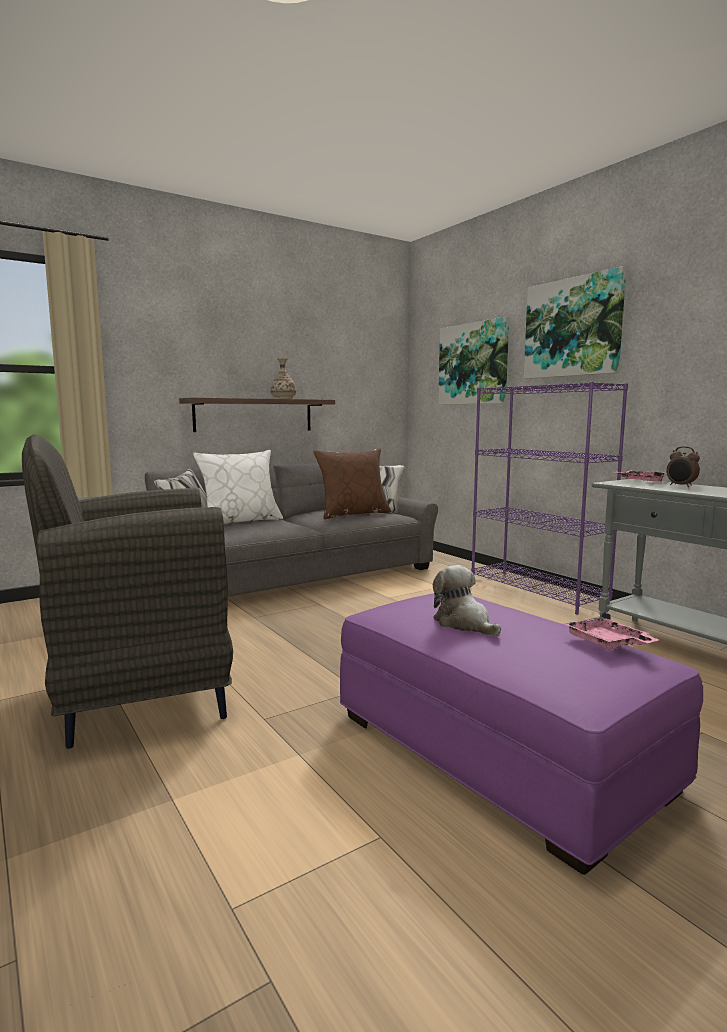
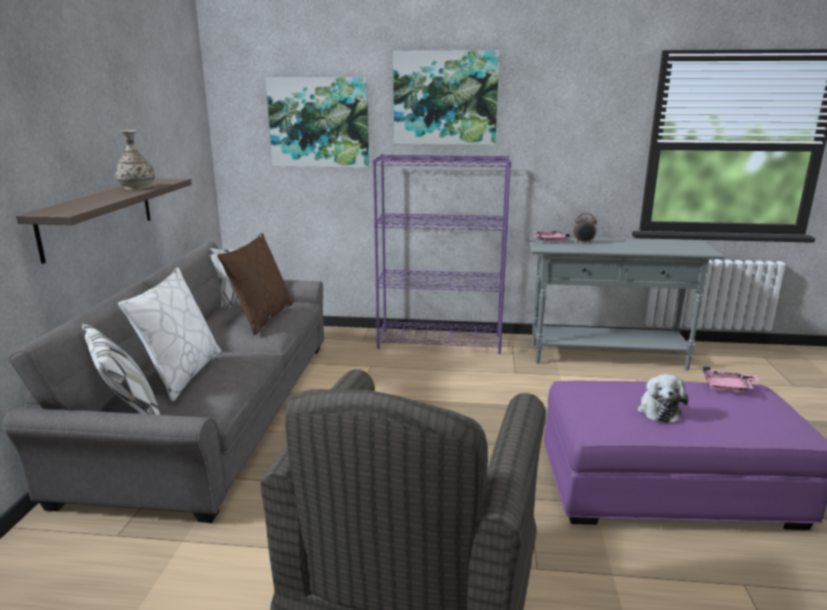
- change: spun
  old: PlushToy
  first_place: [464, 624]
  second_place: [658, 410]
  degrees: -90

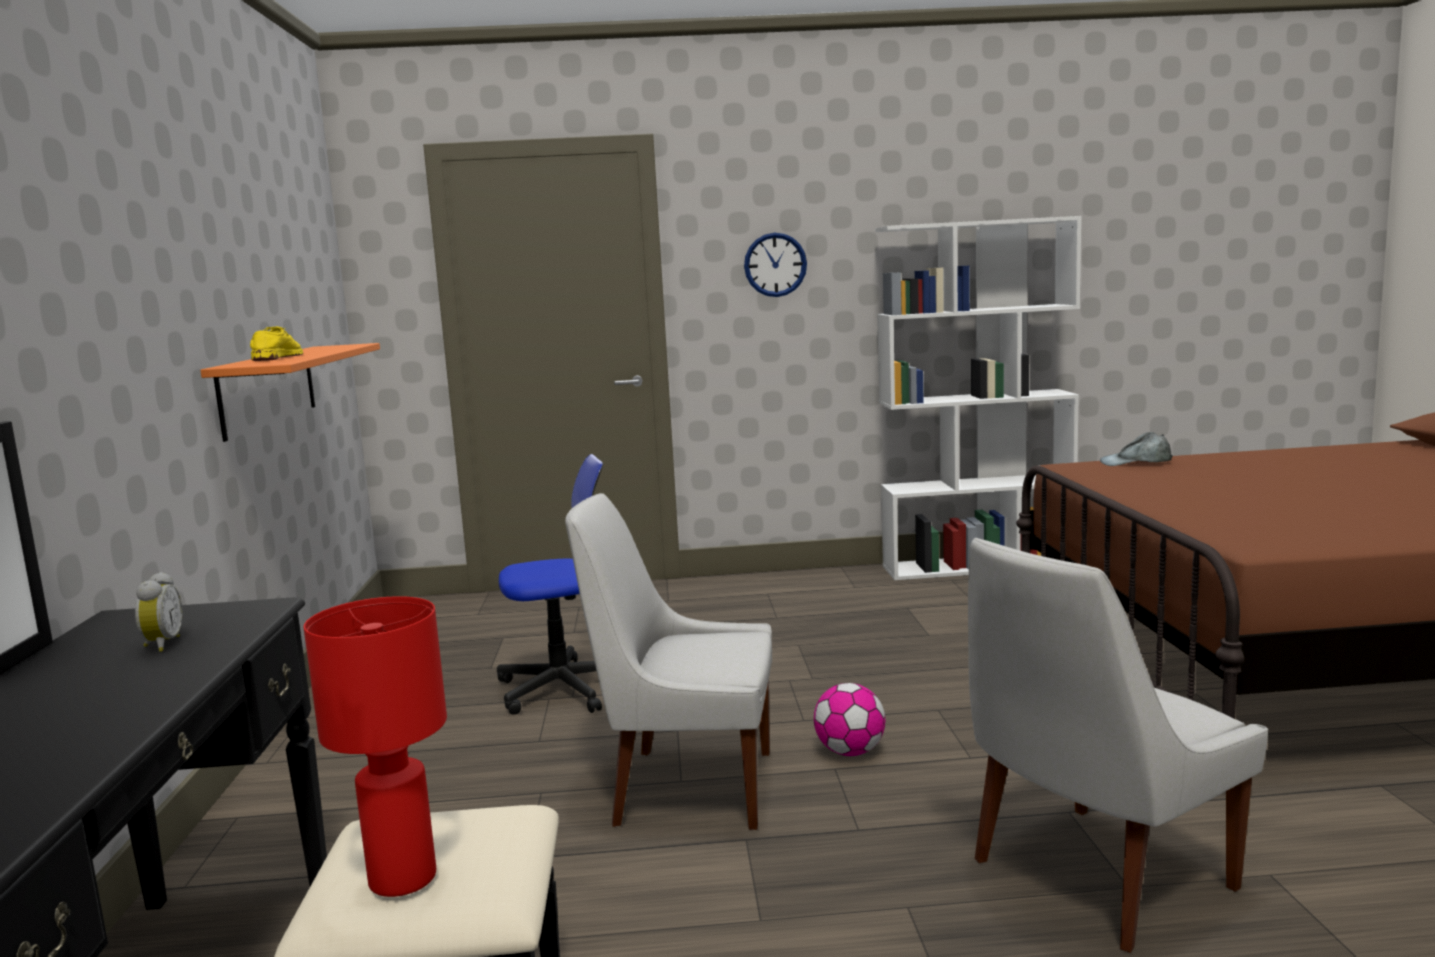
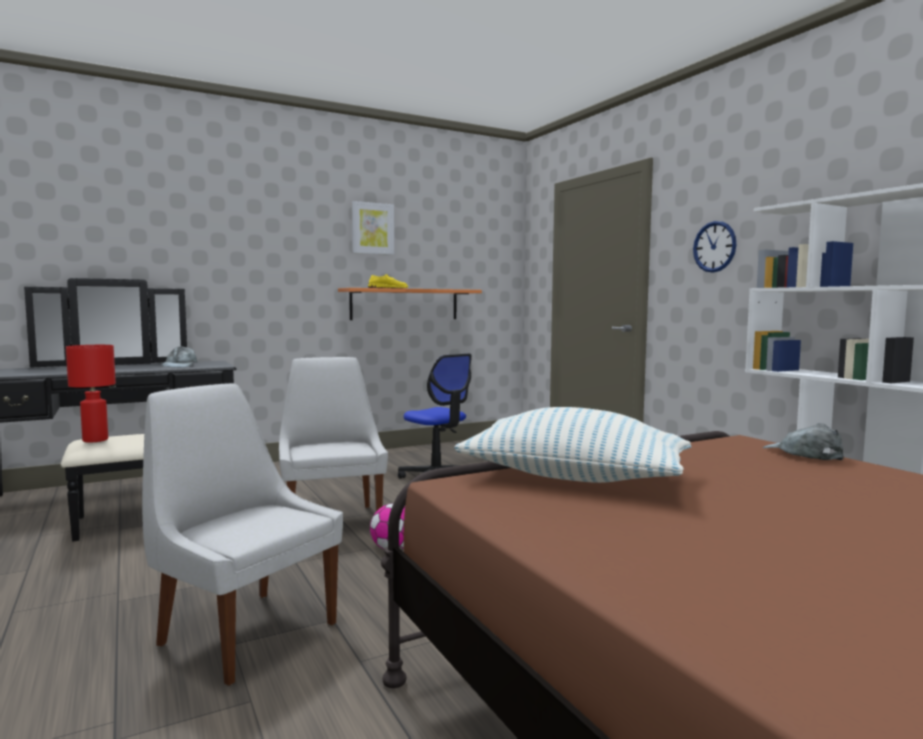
- change: appeared
  new: Picture
  second_place: [372, 228]
- change: appeared
  new: Pillow
  second_place: [573, 477]
- change: exchanged
  old: TableClock
  new: GrayPeakedCap
  first_place: [160, 645]
  second_place: [180, 365]

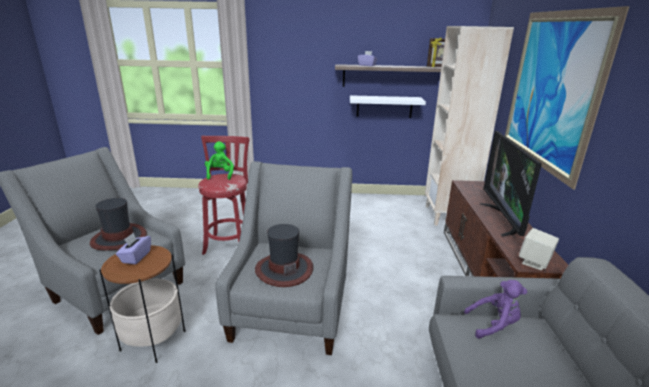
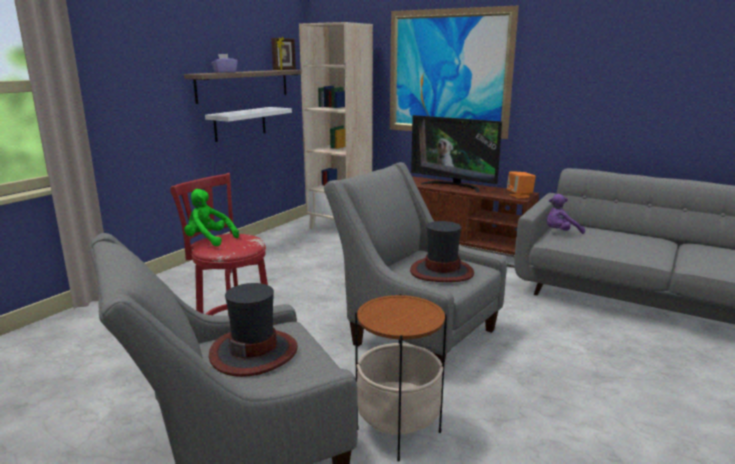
- change: missing
  old: PurplishTissueHolder
  first_place: [136, 257]
- change: colour
  old: SandColouredAudioSpeaker
  new: OrangeColouredAudioSpeaker
  first_place: [534, 263]
  second_place: [520, 196]
- change: spun
  old: PurplishPlushToy
  first_place: [494, 325]
  second_place: [560, 232]
  degrees: -135

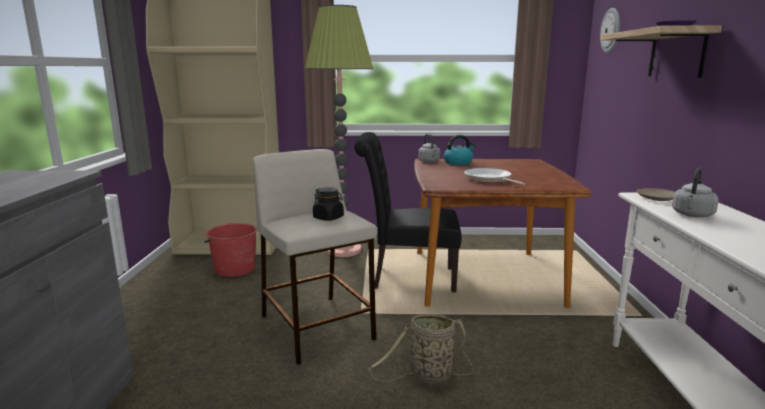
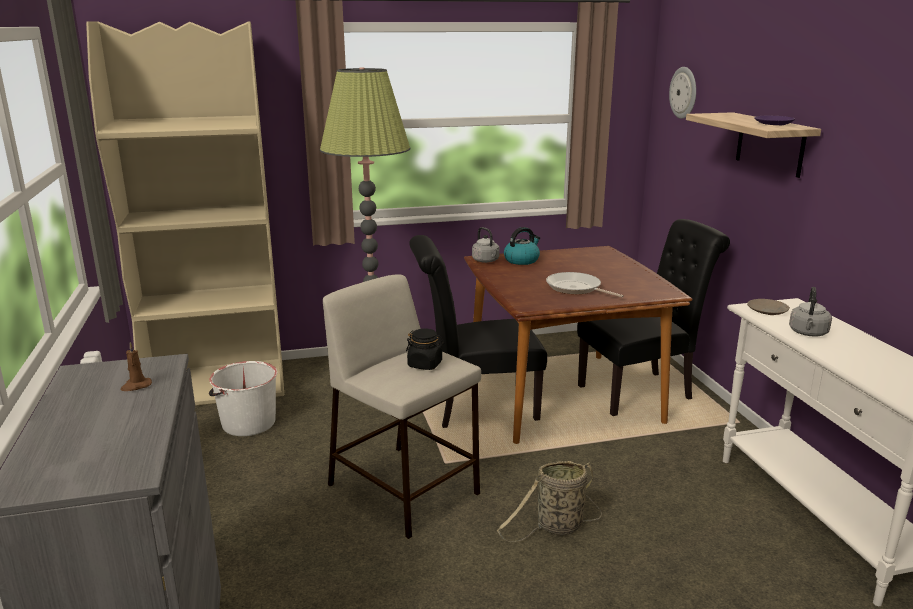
- change: appeared
  new: BrownColouredWaxLight
  second_place: [136, 386]
- change: appeared
  new: BlackColouredUprightChair
  second_place: [641, 392]
- change: colour
  old: RedColouredPail
  new: WhiteColouredPail
  first_place: [234, 269]
  second_place: [248, 423]

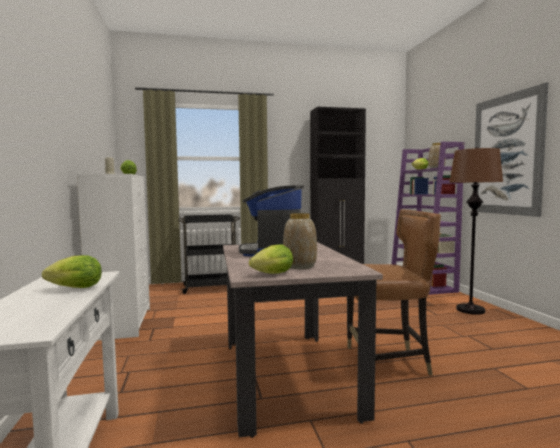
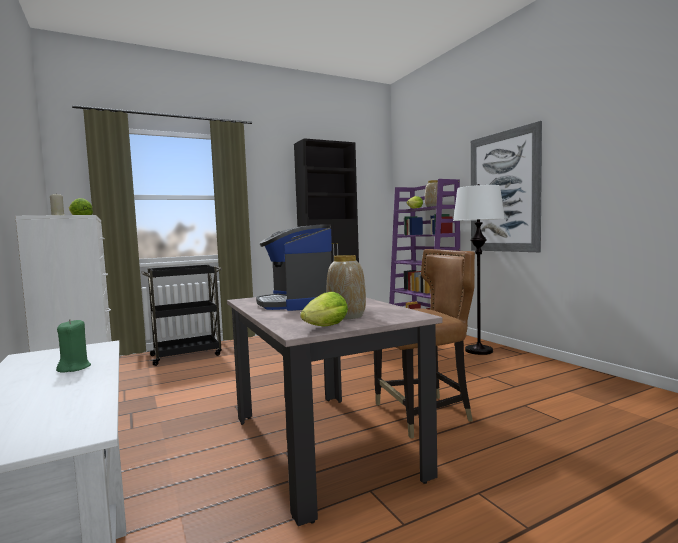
- change: exchanged
  old: LettuceHead
  new: GreenColouredWaxLight
  first_place: [72, 288]
  second_place: [74, 368]
- change: colour
  old: BrownColouredStandingLamp
  new: WhiteColouredStandingLamp
  first_place: [470, 310]
  second_place: [479, 350]

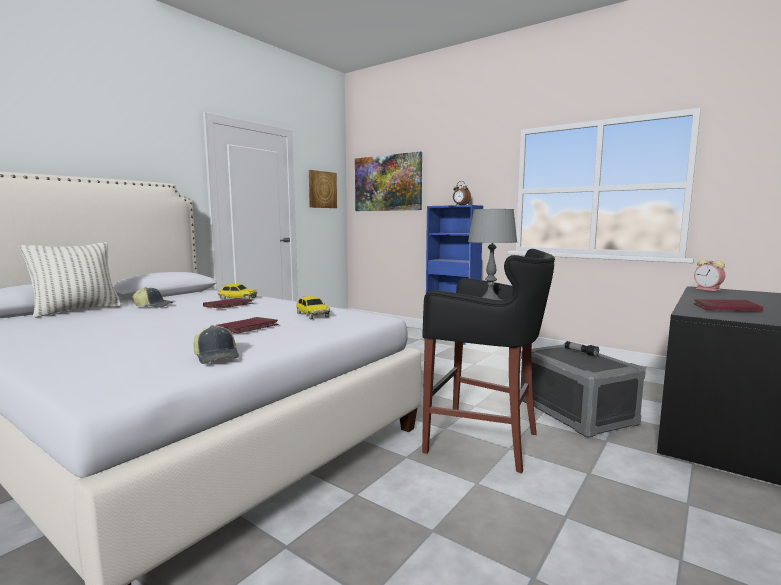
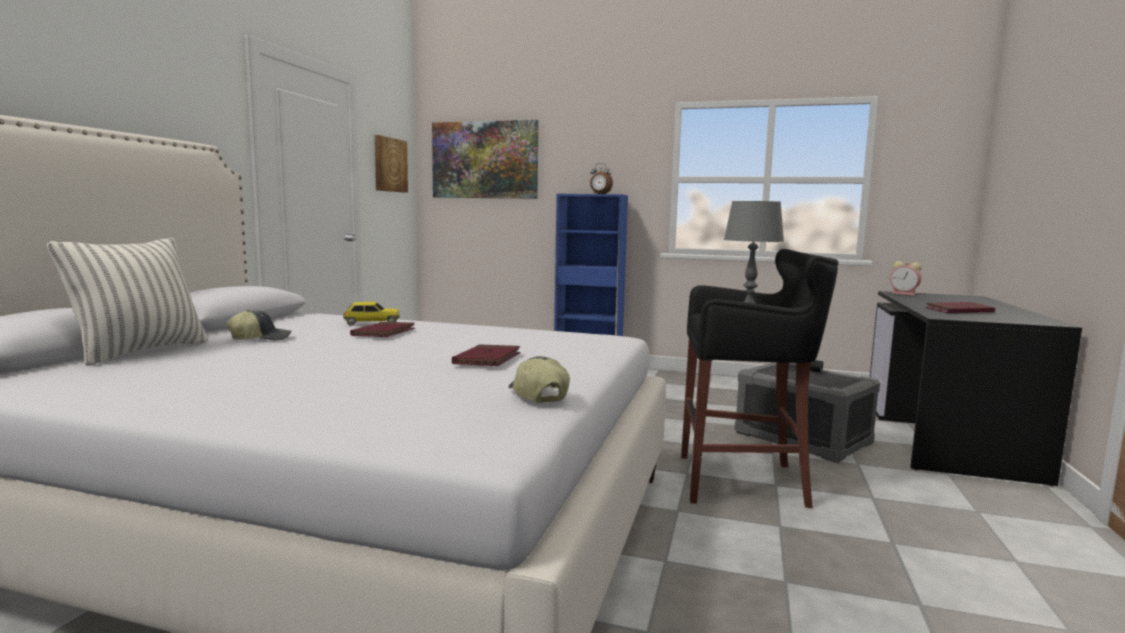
- change: missing
  old: ToyCar
  first_place: [312, 315]
- change: spun
  old: PeakedCap
  first_place: [217, 356]
  second_place: [537, 395]
  degrees: -150

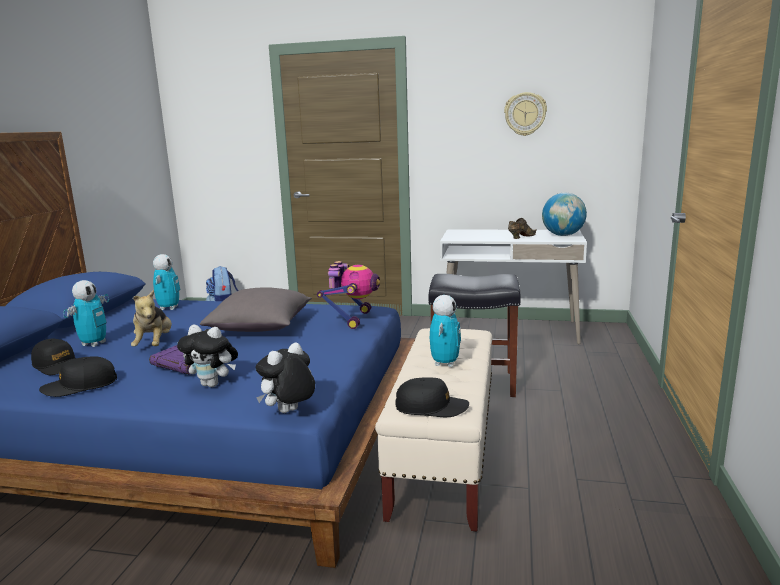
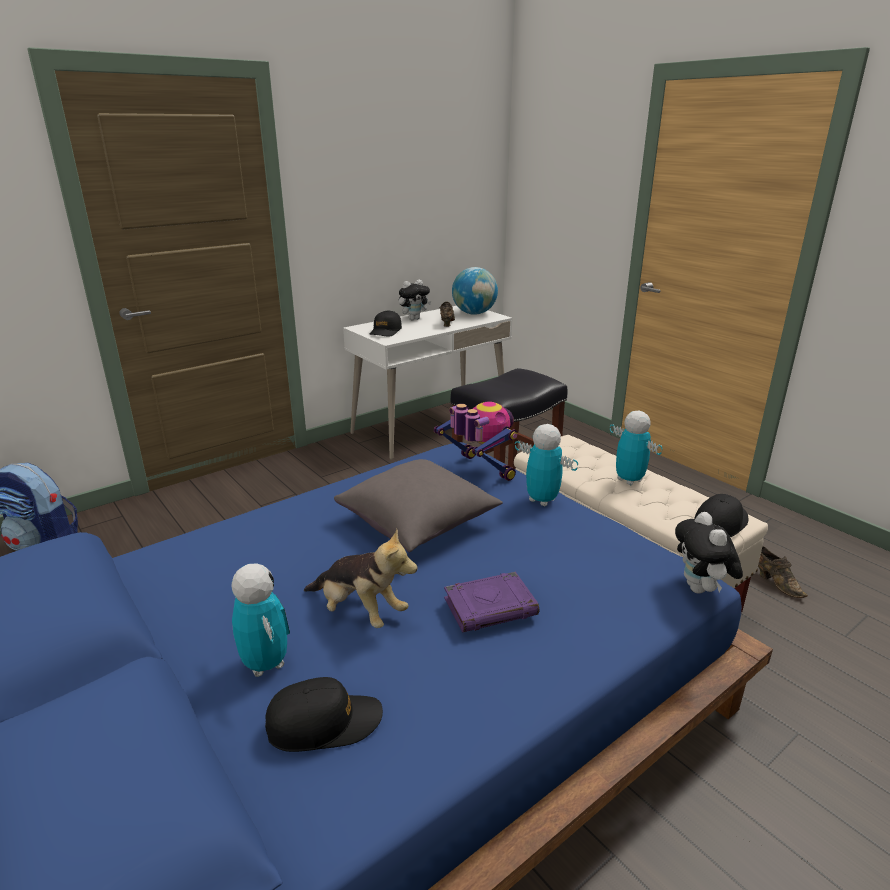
- change: missing
  old: WallClock
  first_place: [525, 114]
- change: appeared
  new: BrownColouredItemOfFootwear
  second_place: [775, 582]
- change: relocated
  old: BlackColouredPeakedCap
  first_place: [80, 386]
  second_place: [385, 331]
- change: relocated
  old: ModelRobot
  first_place: [169, 308]
  second_place: [542, 500]
- change: relocated
  old: PlushToy
  first_place: [213, 384]
  second_place: [414, 319]

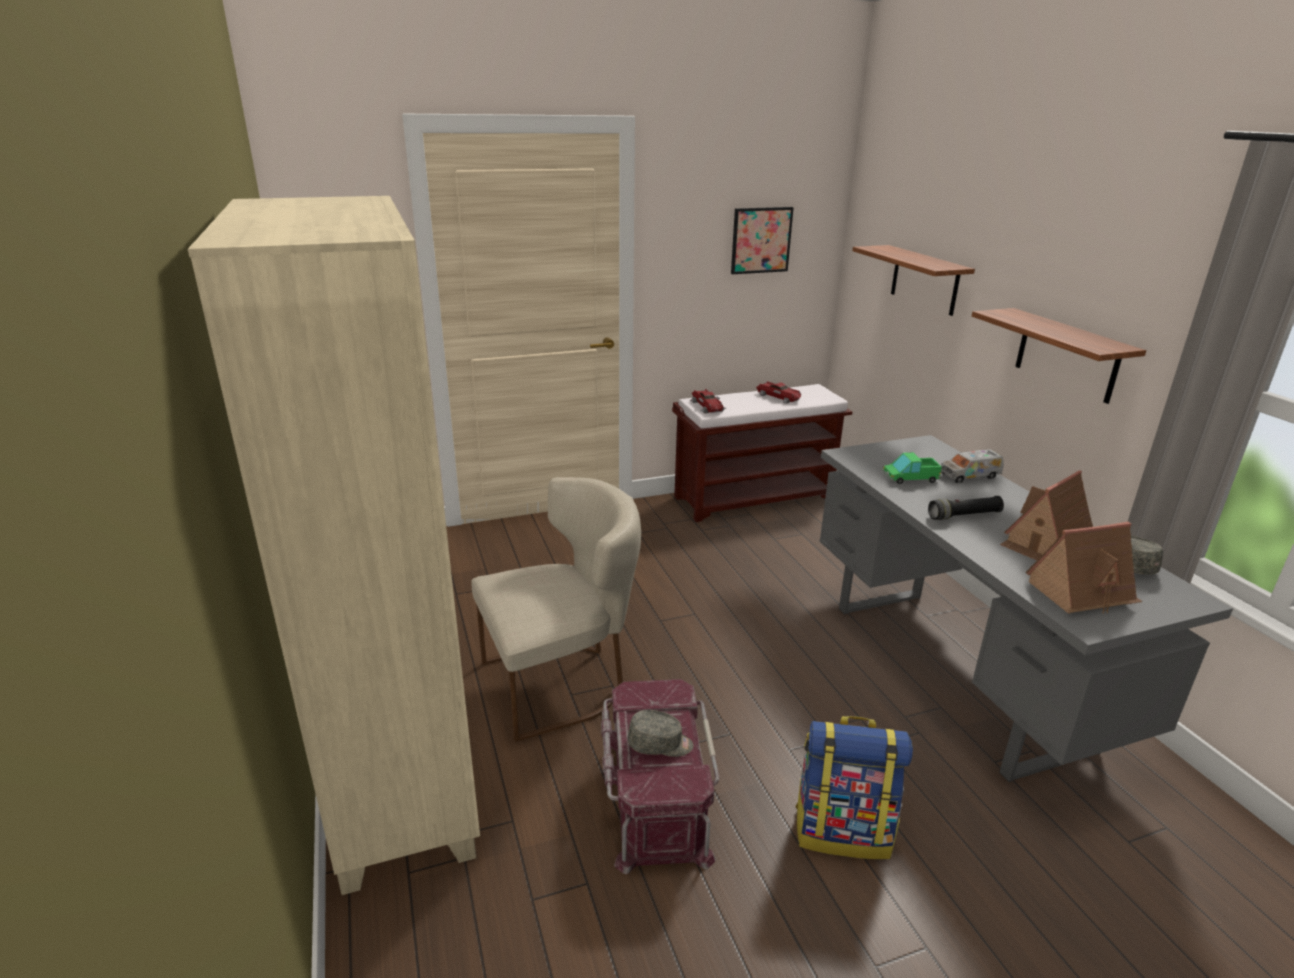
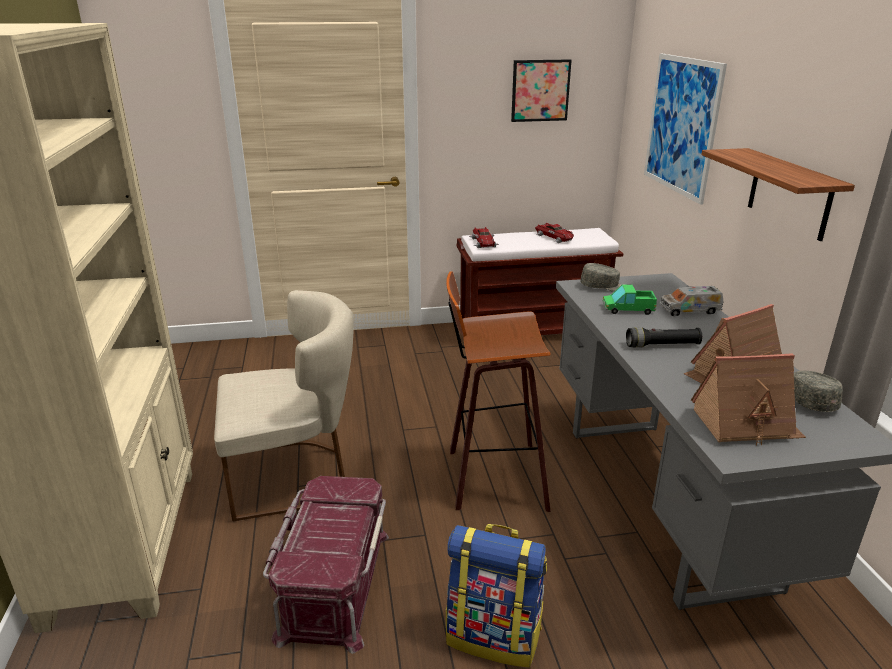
- change: appeared
  new: StoolSeat
  second_place: [492, 477]
- change: relocated
  old: GrayPeakedCap
  first_place: [660, 744]
  second_place: [603, 287]
- change: exchanged
  old: WallShelf
  new: Picture
  first_place: [924, 280]
  second_place: [681, 125]

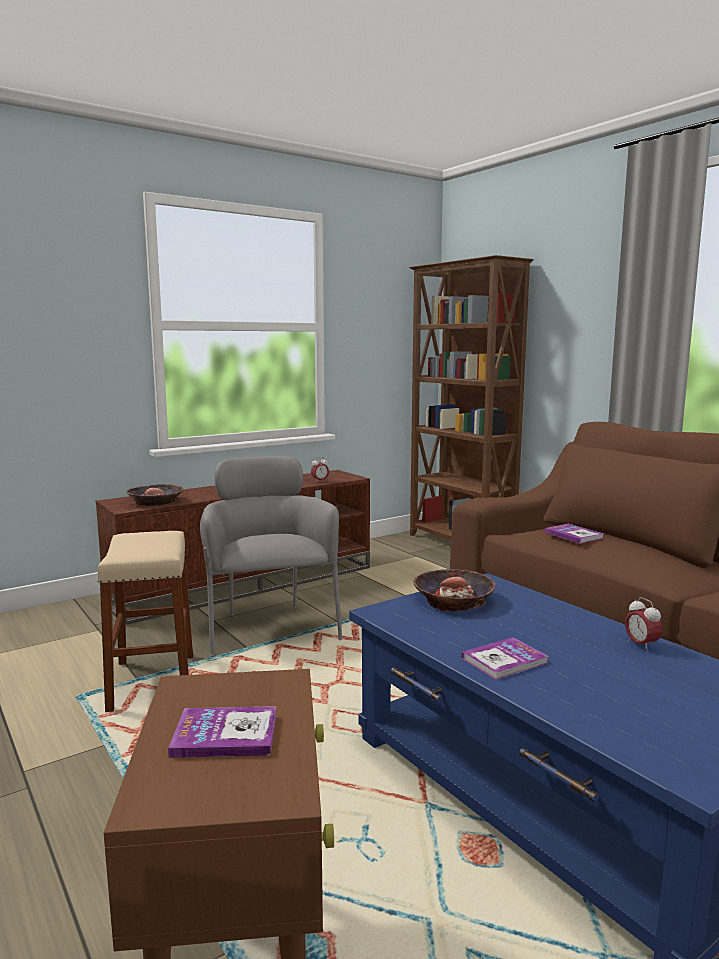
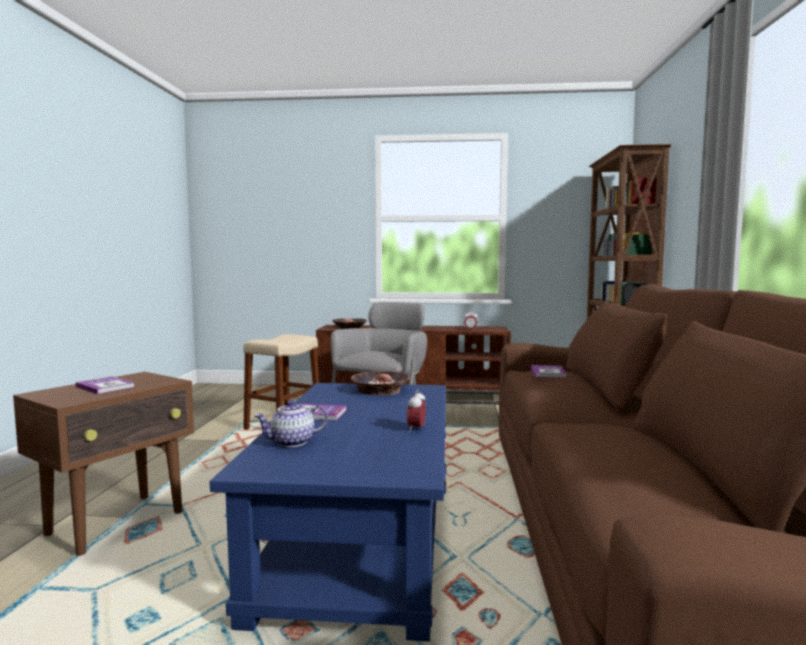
- change: appeared
  new: TeaPot
  second_place: [292, 442]

